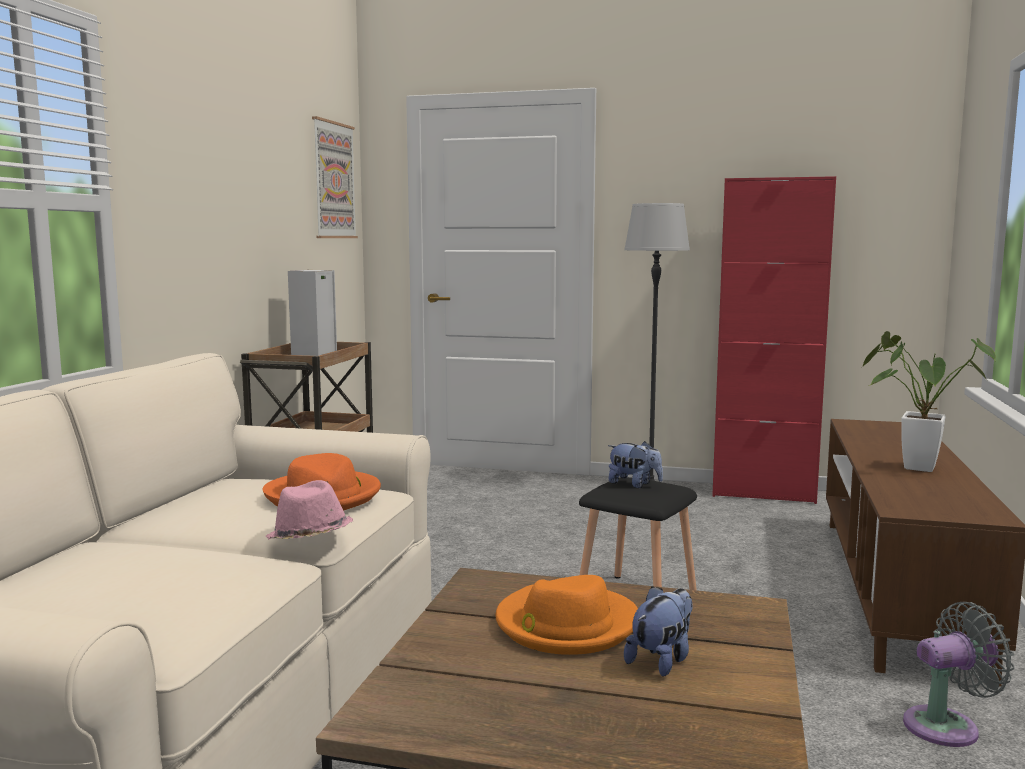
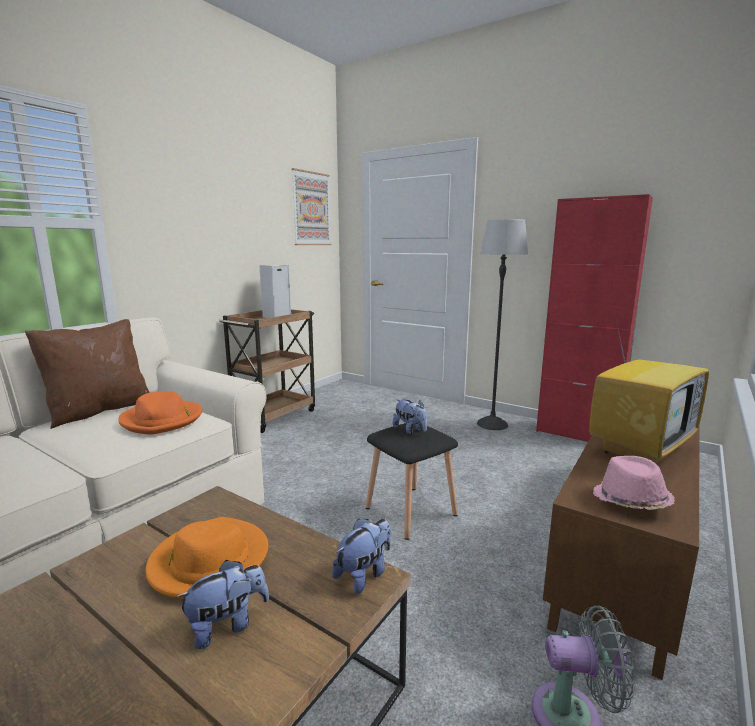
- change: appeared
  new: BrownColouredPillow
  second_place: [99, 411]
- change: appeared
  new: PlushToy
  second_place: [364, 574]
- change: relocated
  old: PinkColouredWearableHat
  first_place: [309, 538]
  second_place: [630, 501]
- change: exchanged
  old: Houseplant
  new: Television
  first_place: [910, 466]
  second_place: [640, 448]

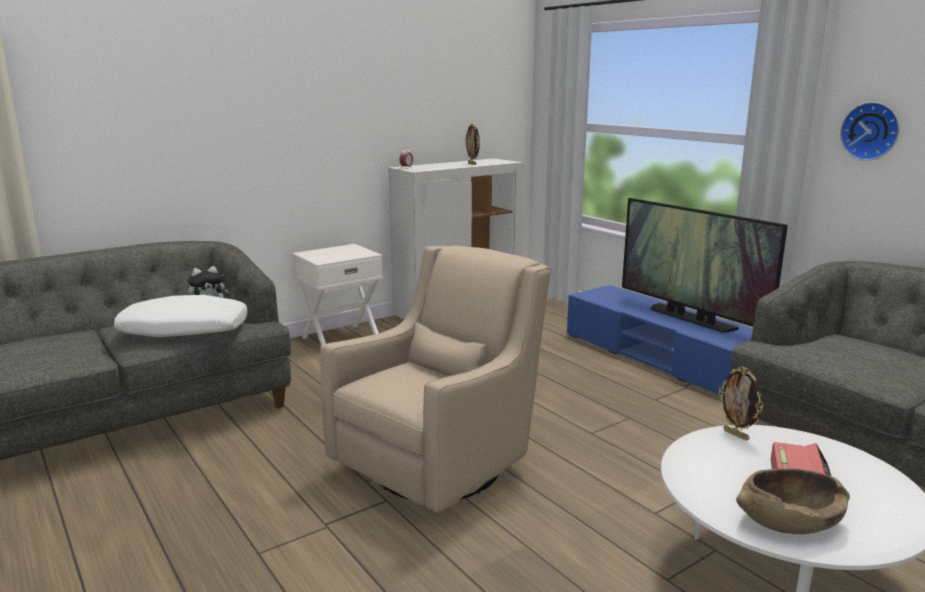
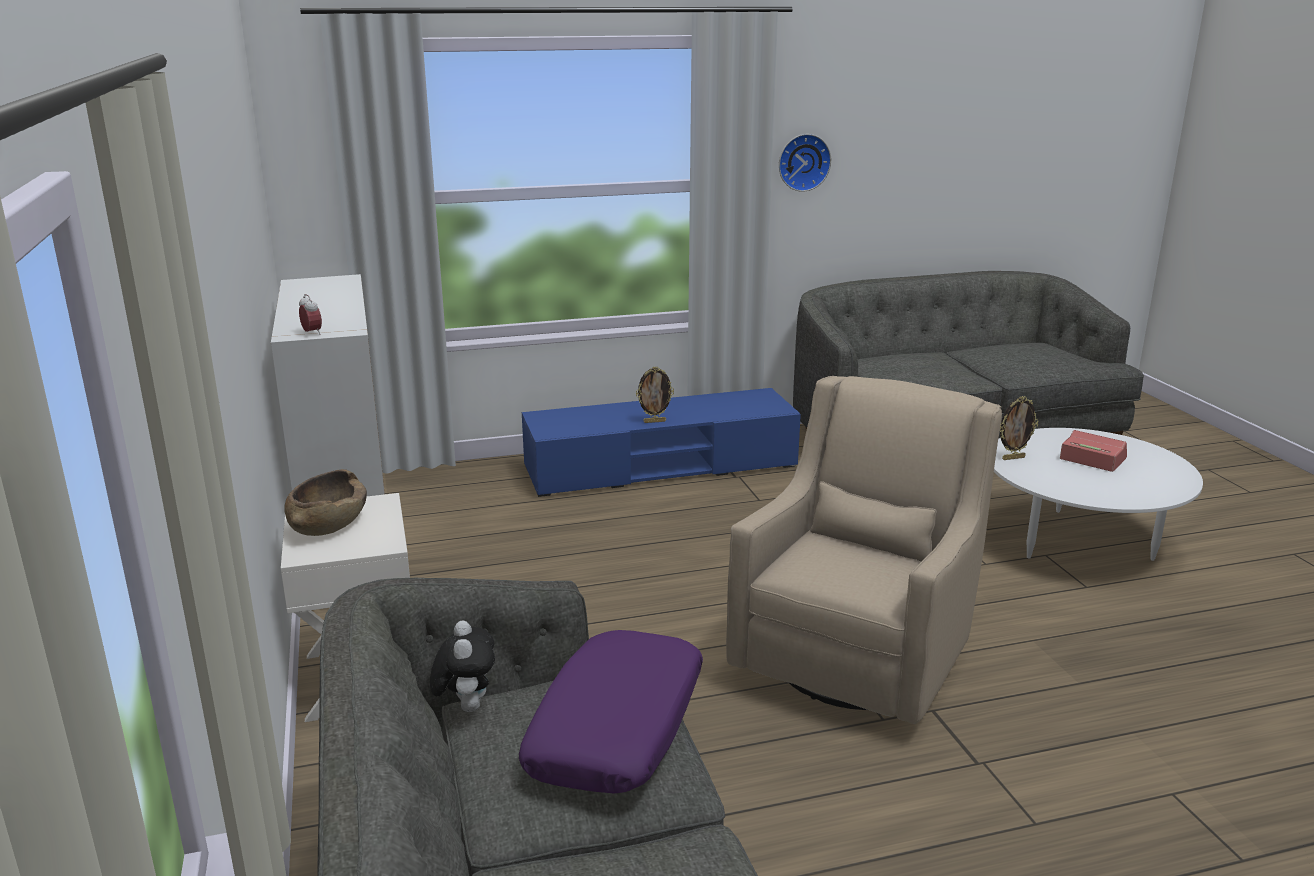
- change: missing
  old: Television
  first_place: [690, 318]
- change: relocated
  old: PictureFrame
  first_place: [472, 164]
  second_place: [654, 421]
- change: relocated
  old: BrownColouredDeepDish
  first_place: [789, 521]
  second_place: [328, 523]
- change: colour
  old: WhiteColouredPillow
  new: PurplishPillow
  first_place: [184, 331]
  second_place: [618, 729]
- change: spun
  old: SandColouredArmchair
  first_place: [441, 464]
  second_place: [858, 657]
  degrees: 60

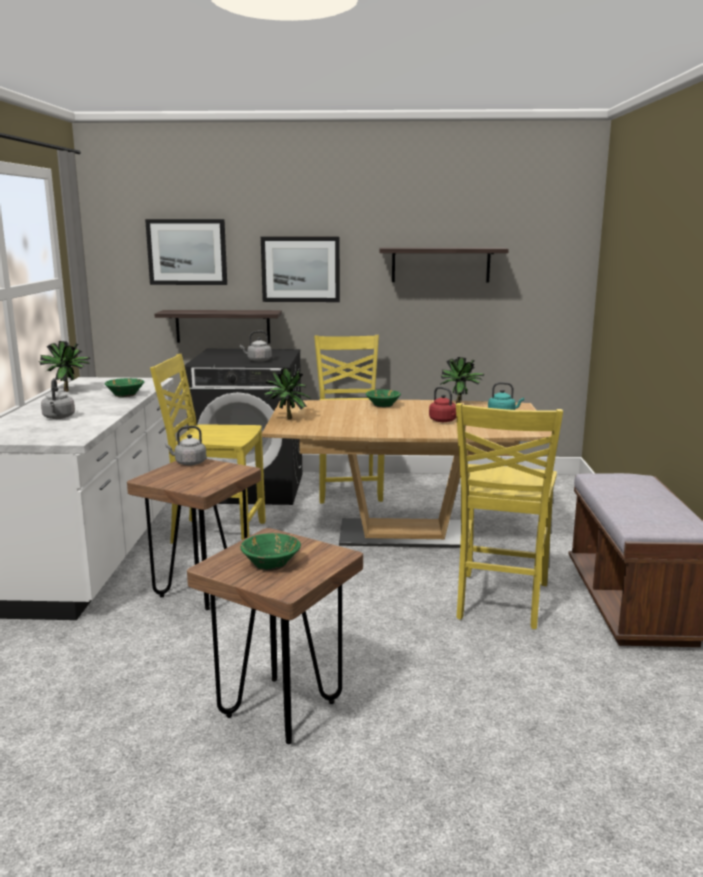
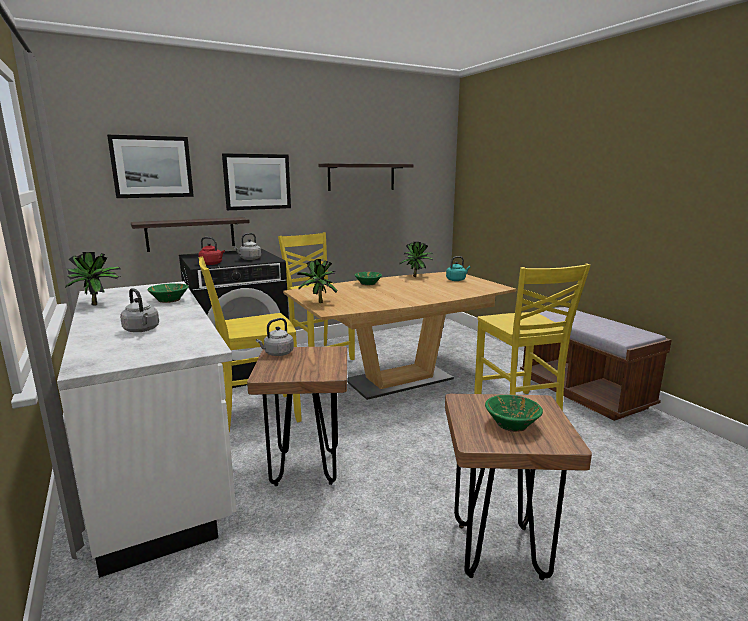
- change: relocated
  old: RedColouredKettle
  first_place: [444, 421]
  second_place: [212, 264]

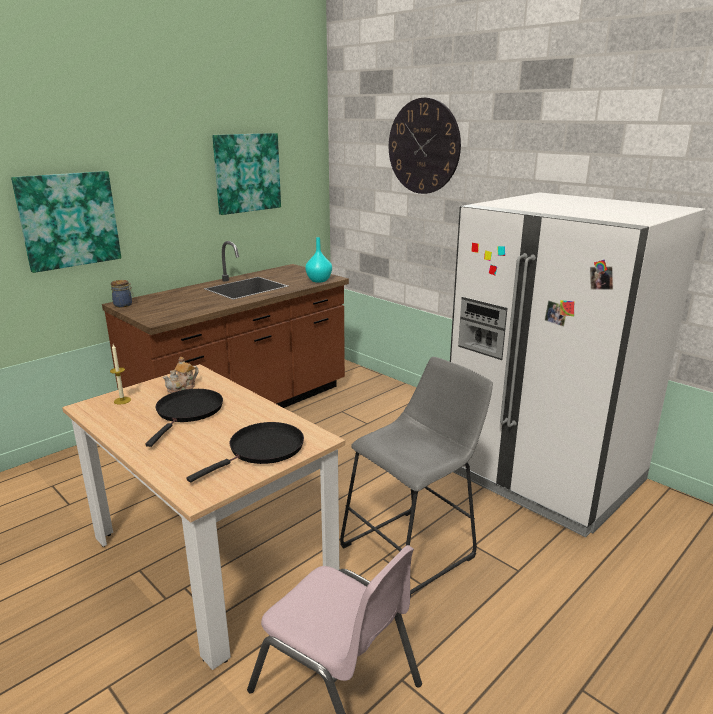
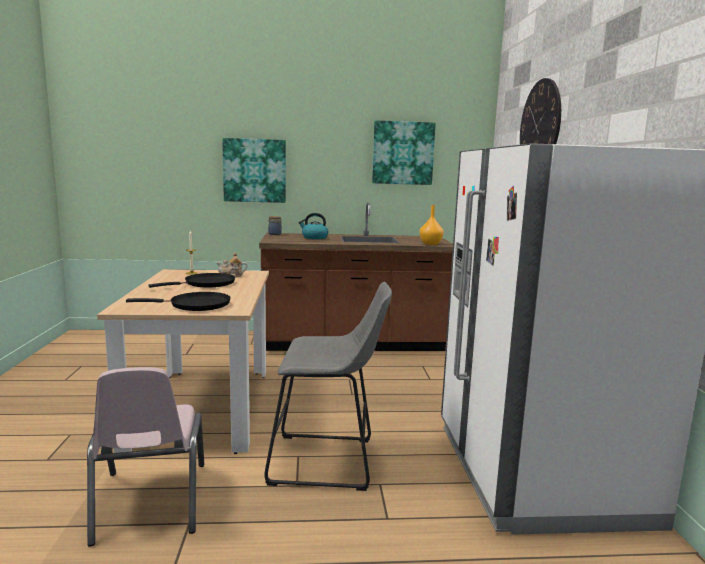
- change: appeared
  new: Kettle
  second_place: [314, 238]
- change: colour
  old: TurquoiseColouredDecorativeVase
  new: OrangeColouredDecorativeVase
  first_place: [319, 280]
  second_place: [431, 244]

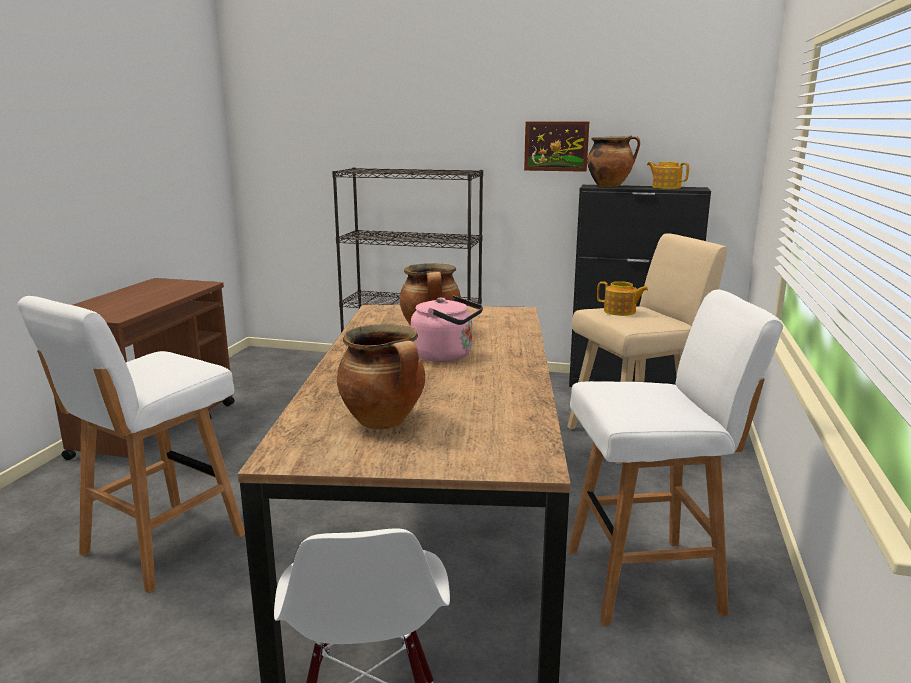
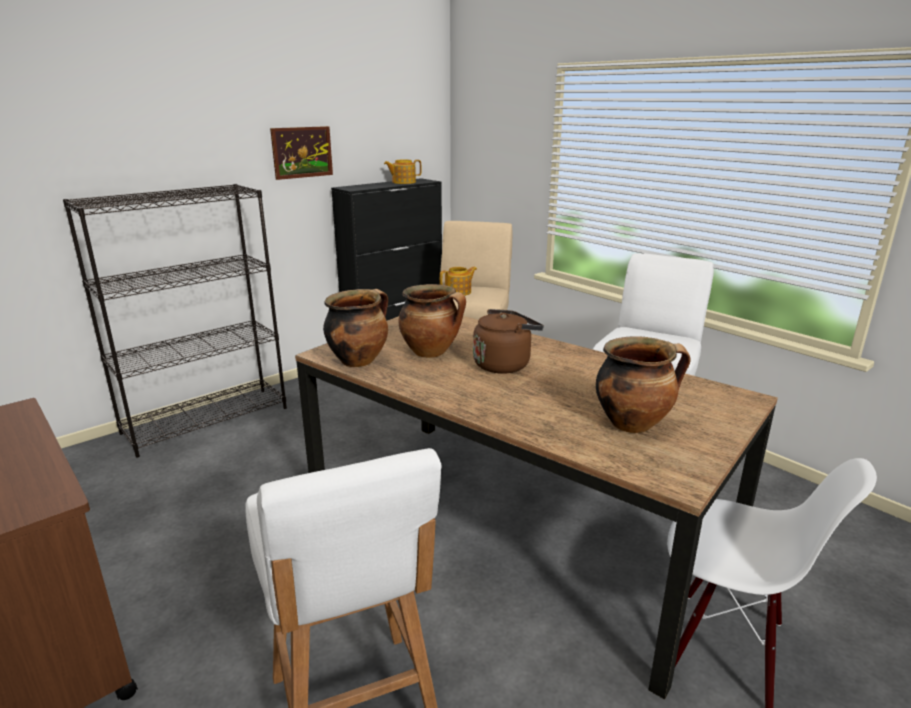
- change: relocated
  old: Stockpot
  first_place: [610, 186]
  second_place: [359, 360]
- change: colour
  old: PinkColouredKettle
  new: BrownColouredKettle
  first_place: [446, 356]
  second_place: [504, 364]

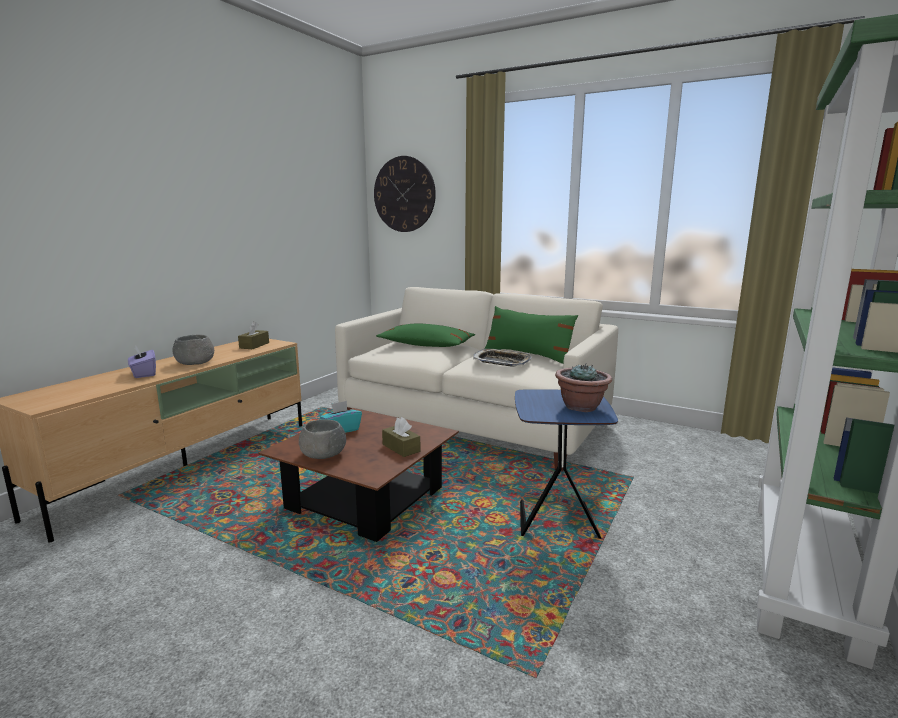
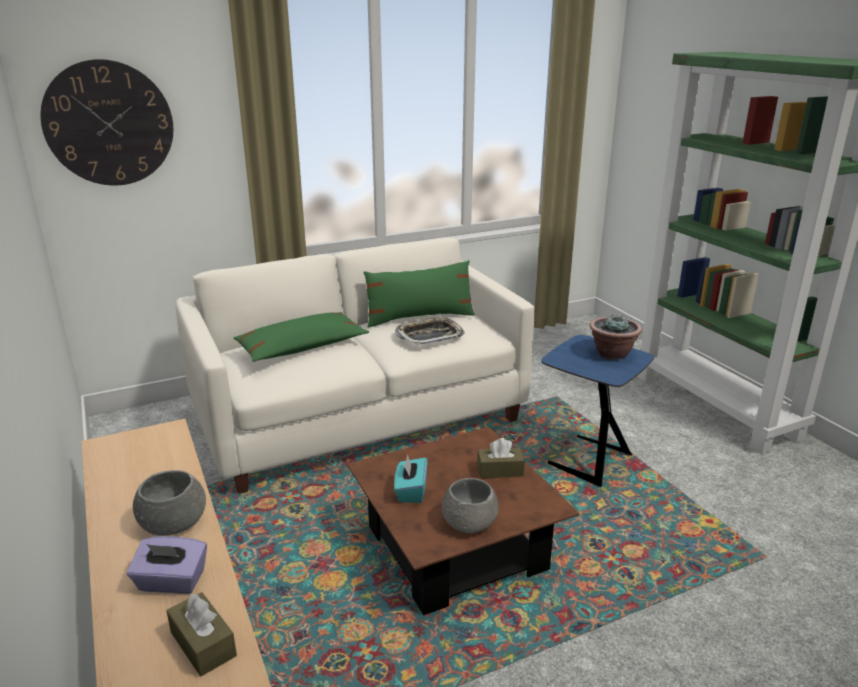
- change: relocated
  old: BrownColouredTissueHolder
  first_place: [254, 345]
  second_place: [203, 644]

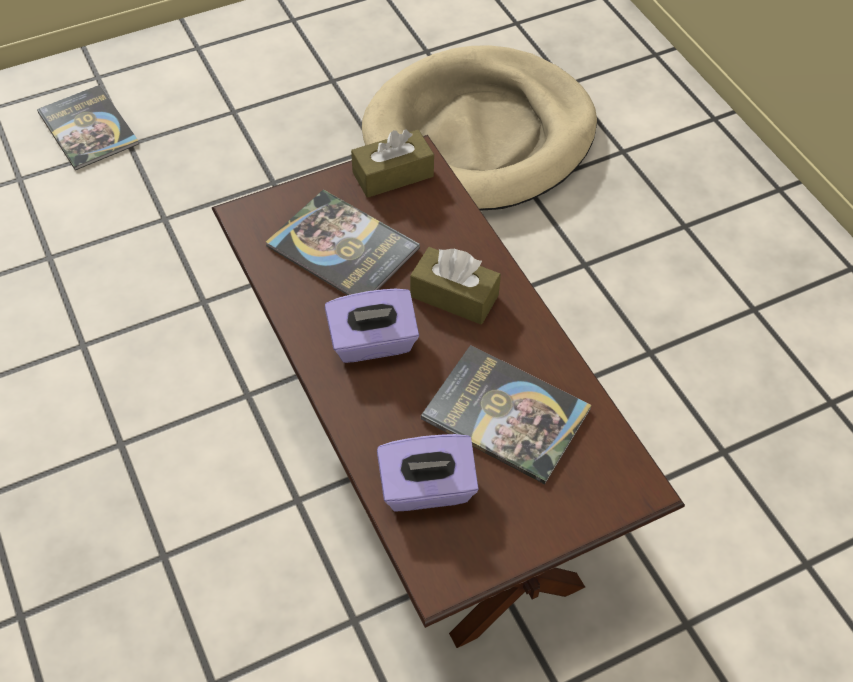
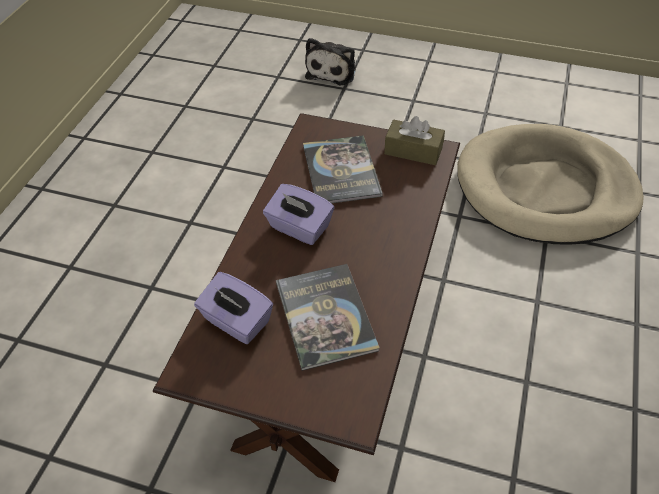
- change: missing
  old: BrownColouredTissueHolder
  first_place: [454, 296]
- change: exchanged
  old: BoundBook
  new: PlushToy
  first_place: [88, 128]
  second_place: [332, 71]

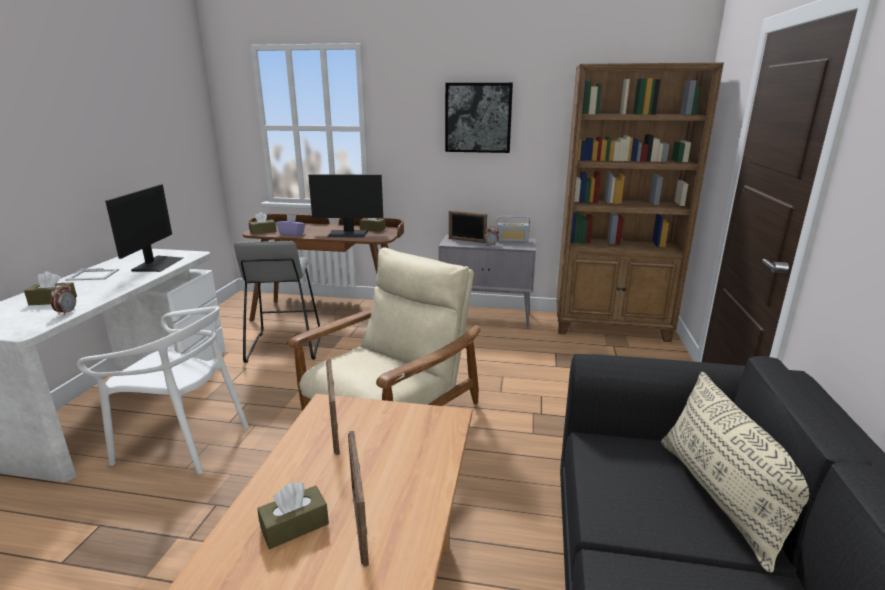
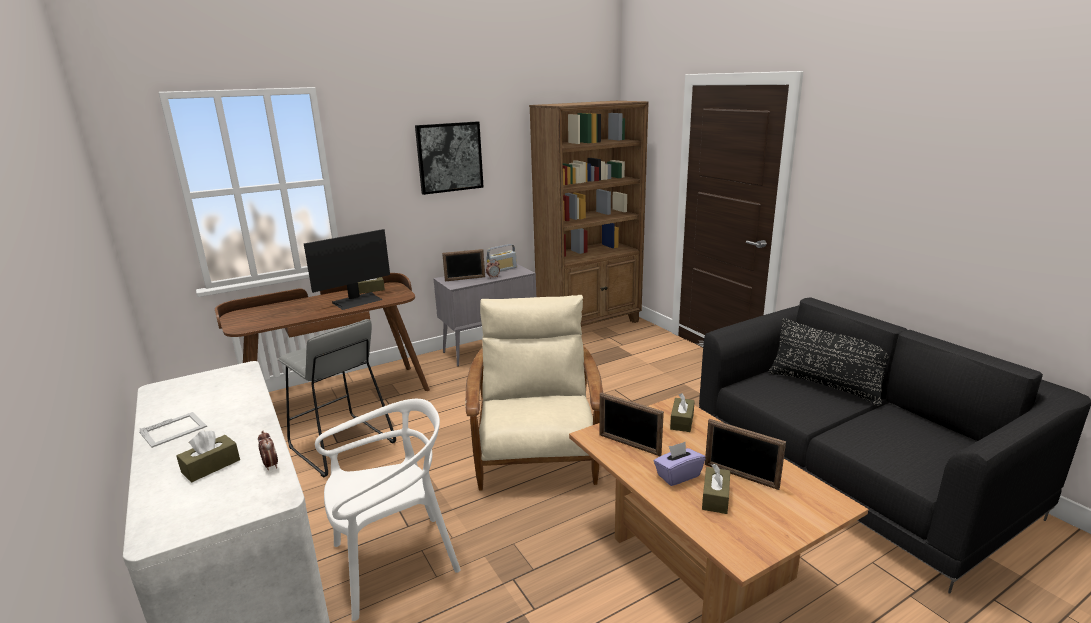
- change: missing
  old: ComputerDisplay
  first_place: [157, 264]
- change: relocated
  old: BrownColouredTissueHolder
  first_place: [263, 231]
  second_place: [682, 421]
- change: relocated
  old: PurplishTissueHolder
  first_place: [292, 234]
  second_place: [678, 475]
- change: colour
  old: SandColouredPillow
  new: BlackColouredPillow
  first_place: [719, 497]
  second_place: [824, 385]

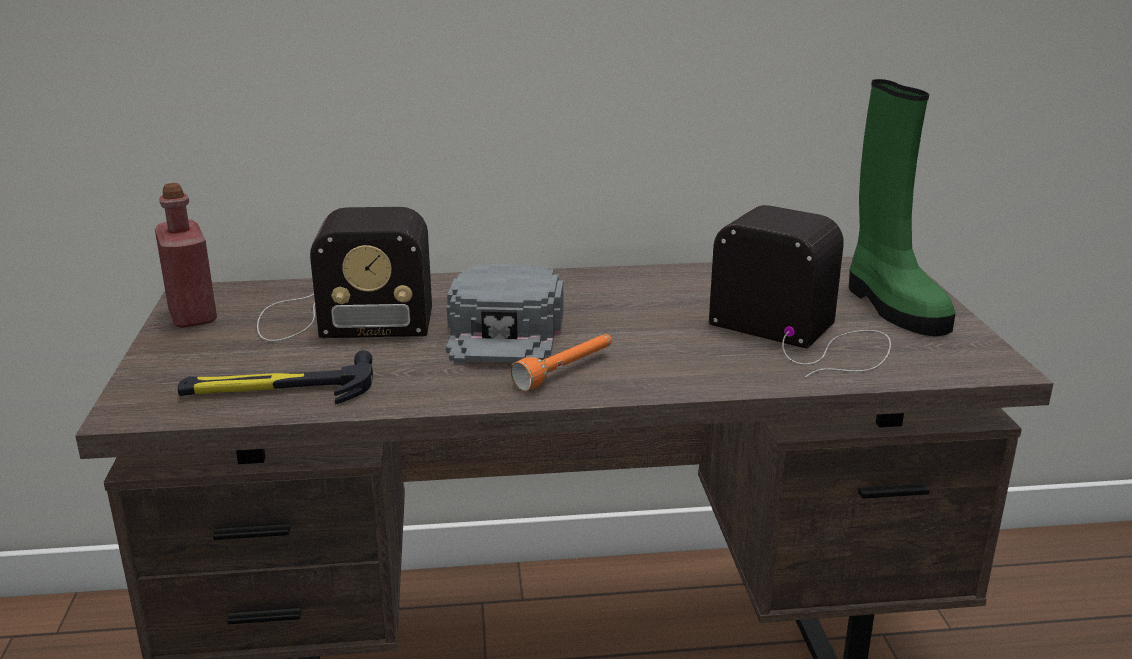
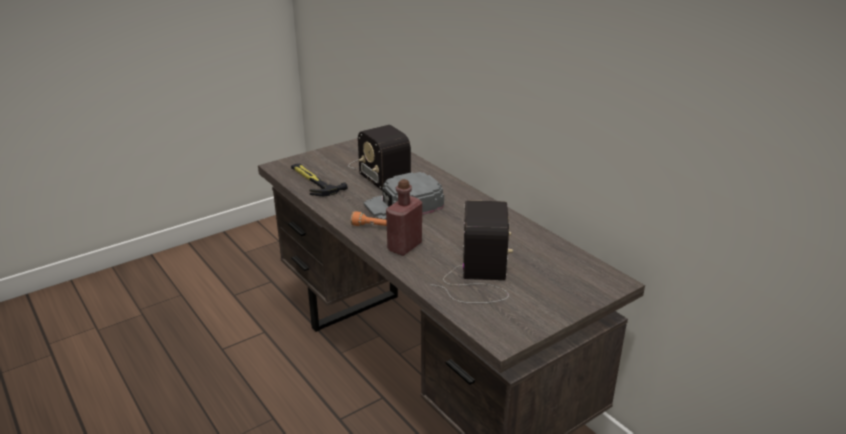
- change: missing
  old: GreenColouredBoot
  first_place: [892, 306]
- change: relocated
  old: RedColouredBottle
  first_place: [192, 315]
  second_place: [404, 247]

